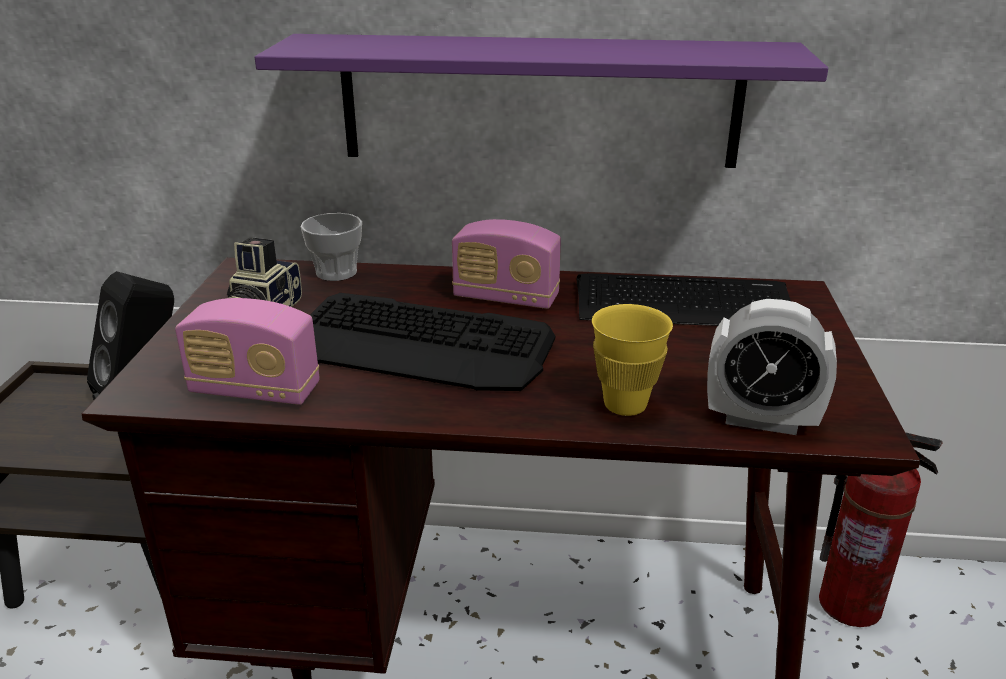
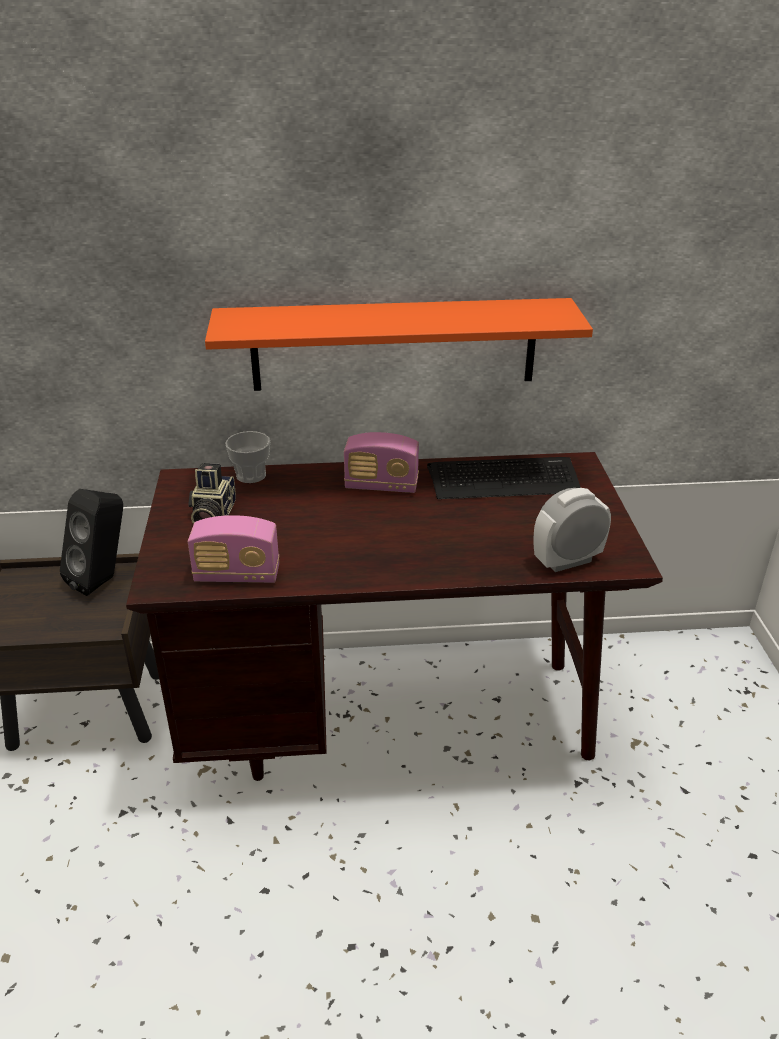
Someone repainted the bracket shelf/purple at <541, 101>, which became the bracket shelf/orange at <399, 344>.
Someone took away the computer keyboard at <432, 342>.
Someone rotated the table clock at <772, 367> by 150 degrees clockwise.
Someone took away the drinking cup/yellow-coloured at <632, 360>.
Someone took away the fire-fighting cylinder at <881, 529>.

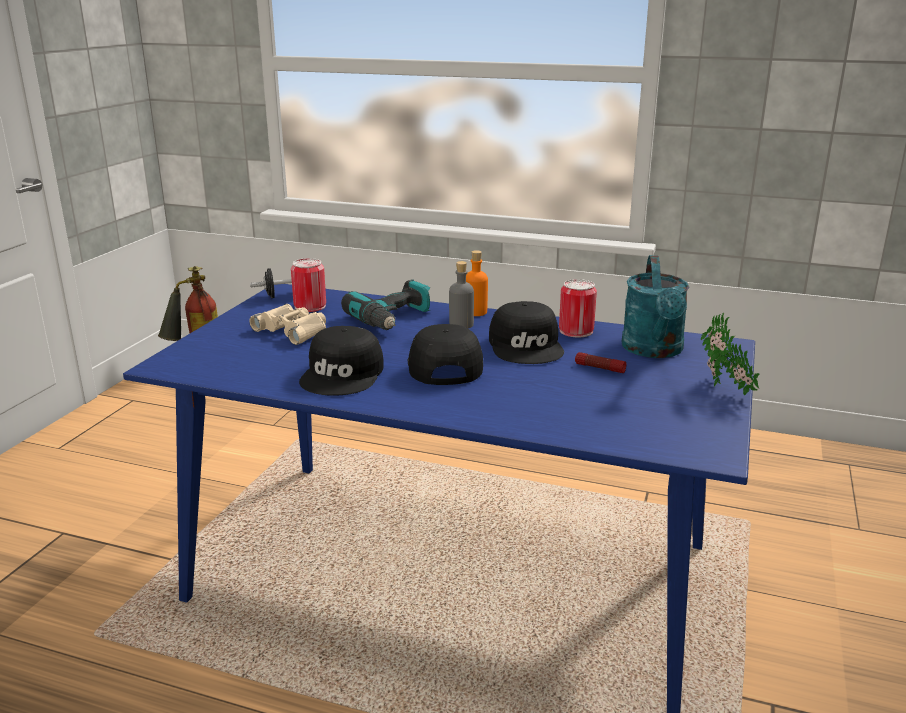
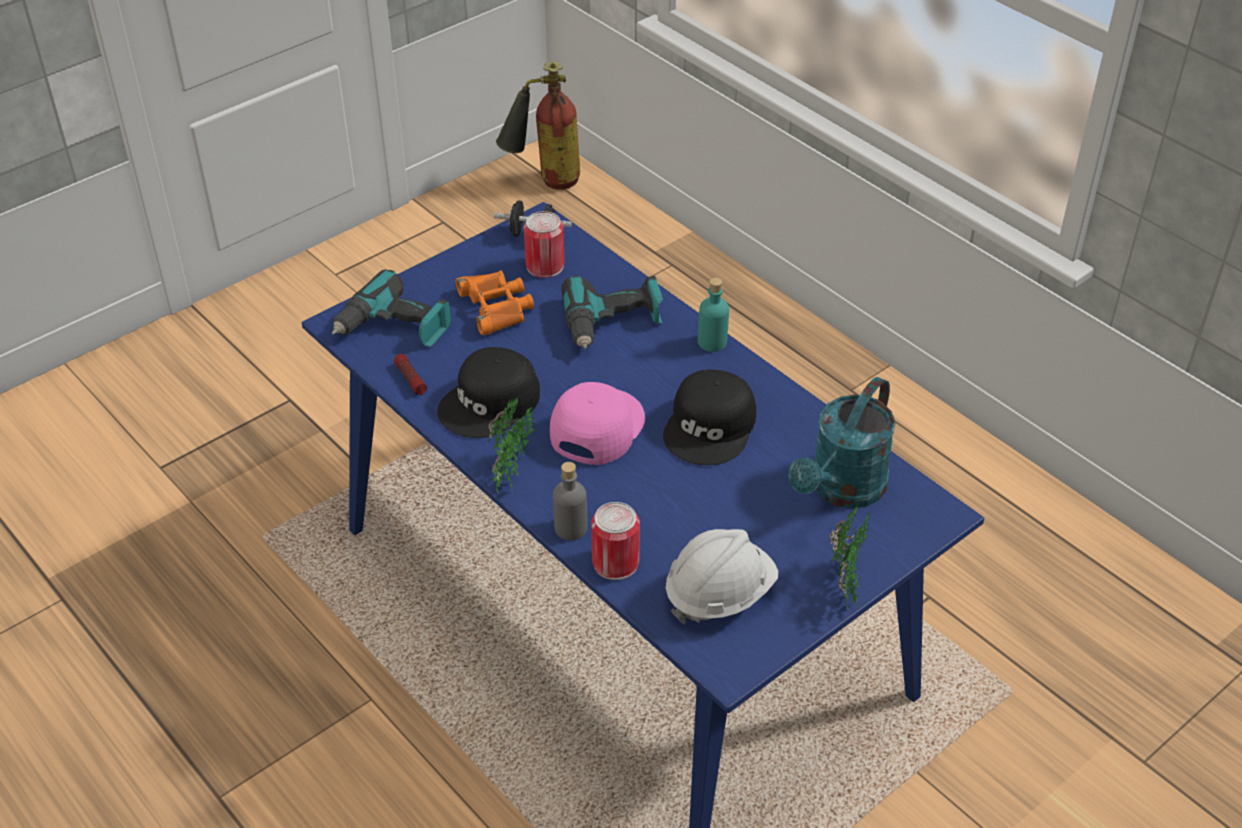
Someone repainted the beverage bottle/orange at <477, 283>, which became the beverage bottle/turquoise-coloured at <713, 315>.
Someone carried the beverage bottle/greyish from <461, 294> to <570, 501>.
Someone carried the can from <578, 308> to <615, 541>.
Someone repainted the binoculars/sand-coloured at <287, 324>, which became the binoculars/orange at <495, 303>.
Someone repainted the peaked cap/black-coloured at <445, 354>, which became the peaked cap/pink-coloured at <597, 423>.
Someone carried the torch from <600, 362> to <410, 374>.
Someone put down the drill at <391, 308>.
Someone put down the plant in a pot at <511, 445>.
Someone put down the safety helmet/white-coloured at <722, 577>.

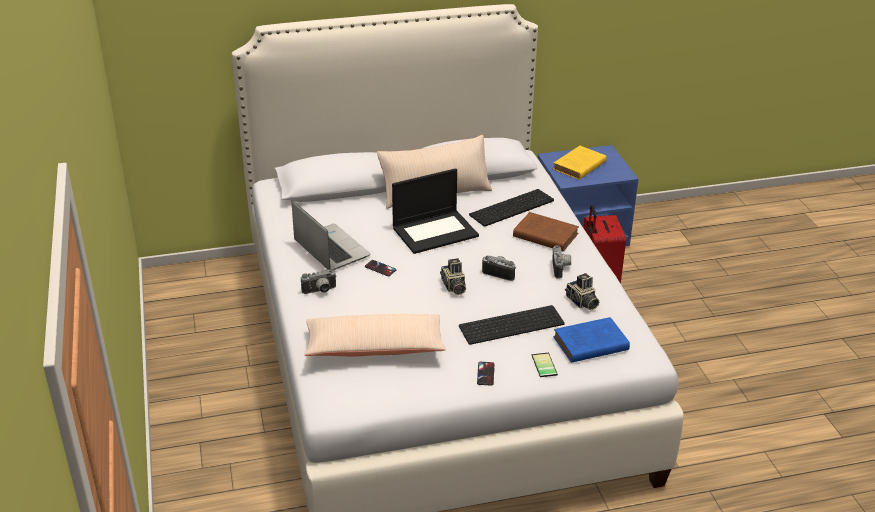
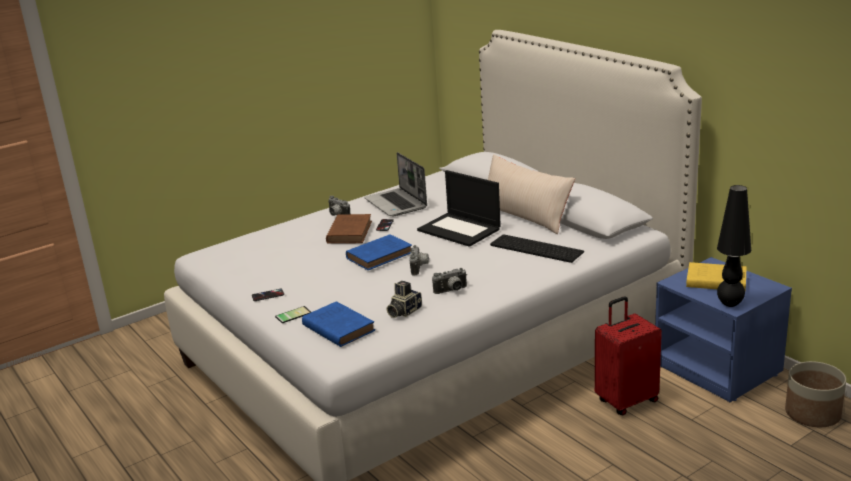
Someone rotated the portable computer at <330, 235> by 120 degrees clockwise.
Someone carried the volume/brown from <546, 232> to <349, 229>.
Someone swapped the photo camera at <453, 276> for the volume/blue at <379, 252>.
Someone took away the computer keyboard at <512, 325>.
Someone took away the pillow/sand-coloured at <375, 335>.
Someone put down the table lamp/black-coloured at <734, 246>.
Someone put down the planter at <815, 394>.

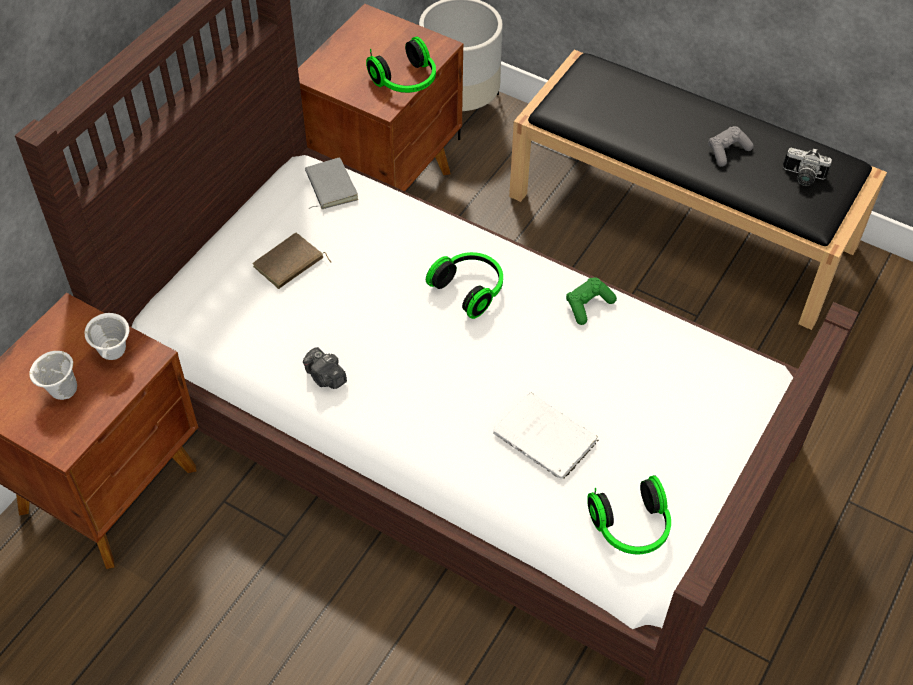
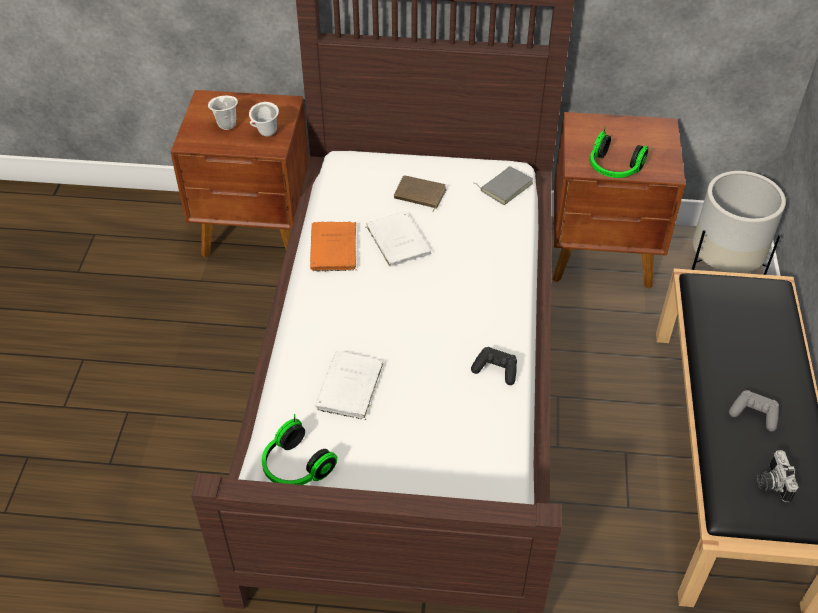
Someone took away the headset at <464, 285>.
Someone repainted the joypad/green-coloured at <591, 301>, which became the joypad/black-coloured at <494, 366>.
Someone swapped the photo camera at <325, 368> for the volume/orange at <333, 246>.
Someone put down the volume/white-coloured at <398, 239>.

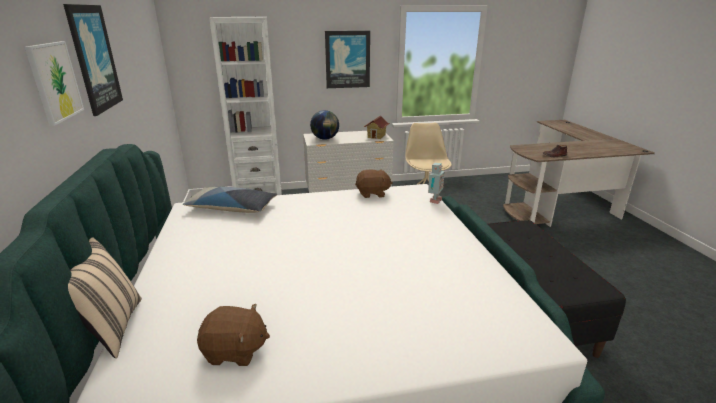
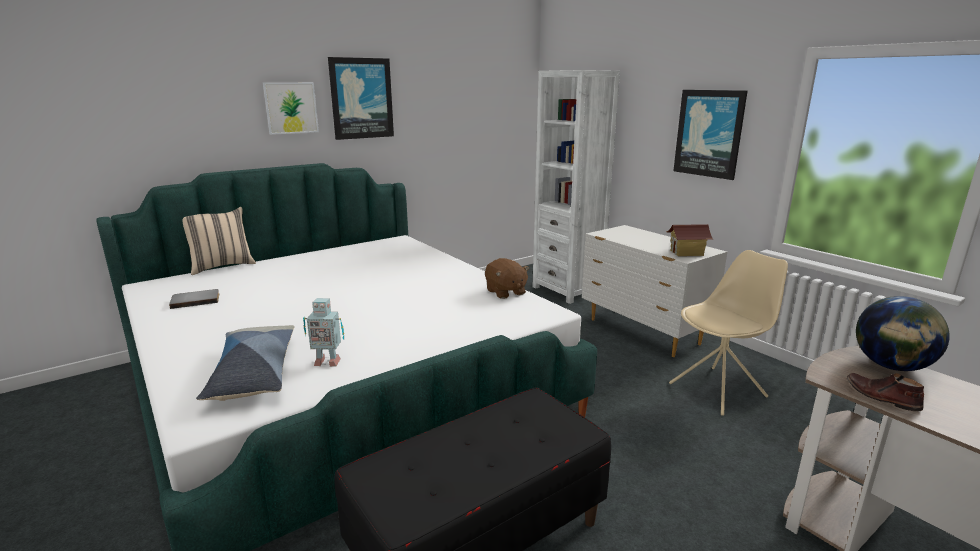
Someone carried the world globe from <324, 125> to <903, 333>.
Someone carried the toy robot from <436, 183> to <323, 332>.
Someone carried the pillow from <230, 200> to <245, 363>.
Someone swapped the plush toy/brown at <233, 335> for the volume/greyish at <194, 299>.

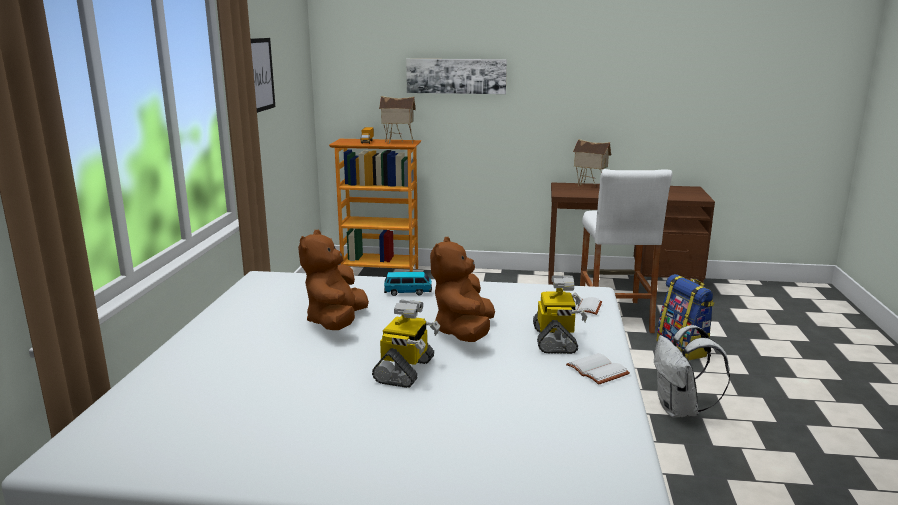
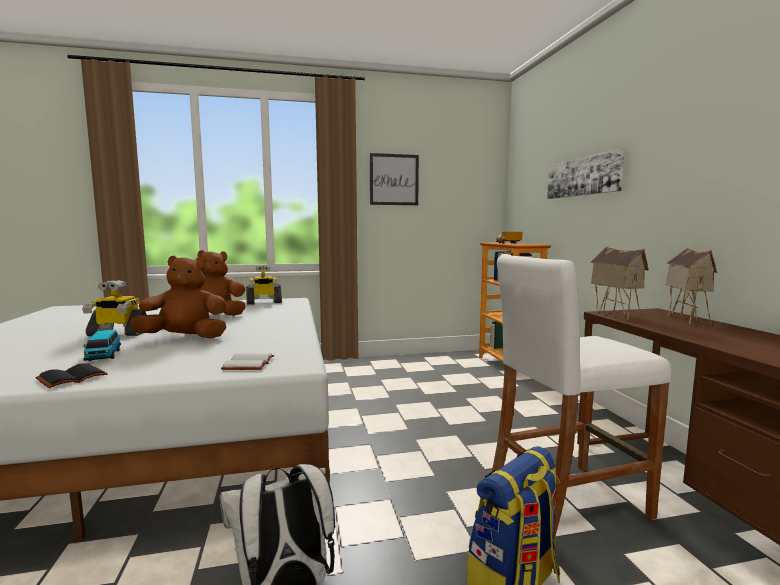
Someone carried the toy house from <397, 120> to <619, 283>.
Someone carried the toy car from <408, 284> to <102, 345>.
Someone carried the toy robot from <560, 314> to <264, 285>.
Someone repainted the volume/white-coloured at <598, 369>, which became the volume/black-coloured at <71, 375>.

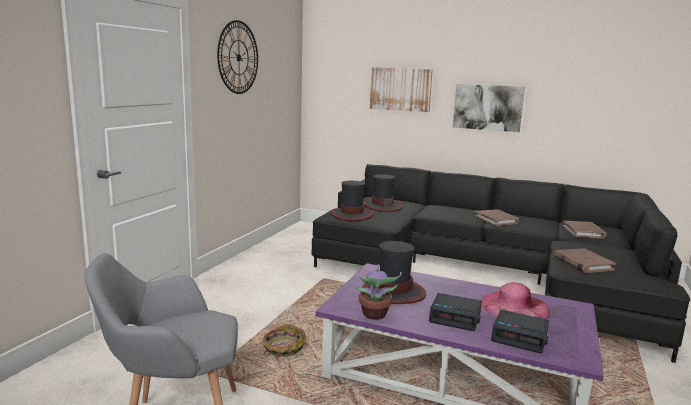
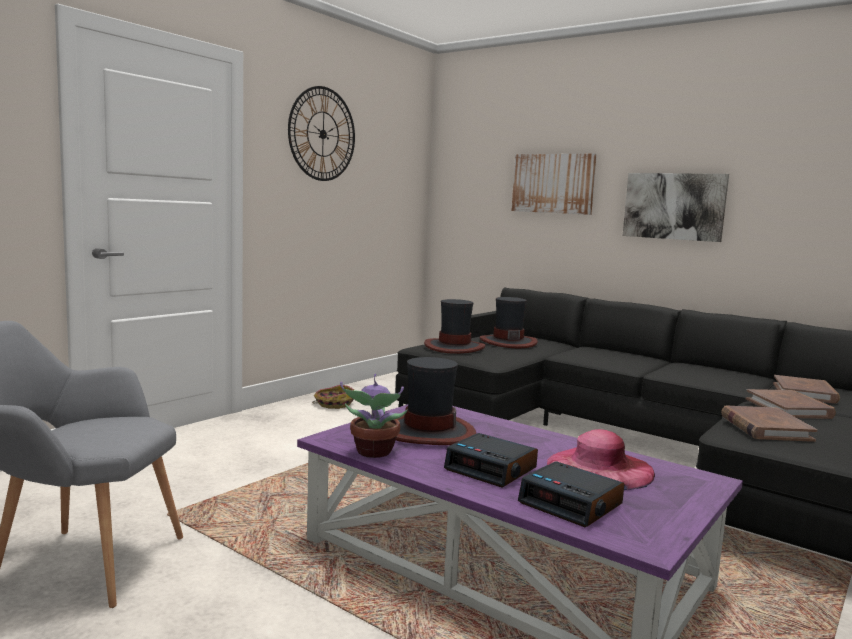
Someone carried the volume/brown from <497, 217> to <791, 404>.
Someone carried the basket from <284, 340> to <333, 397>.

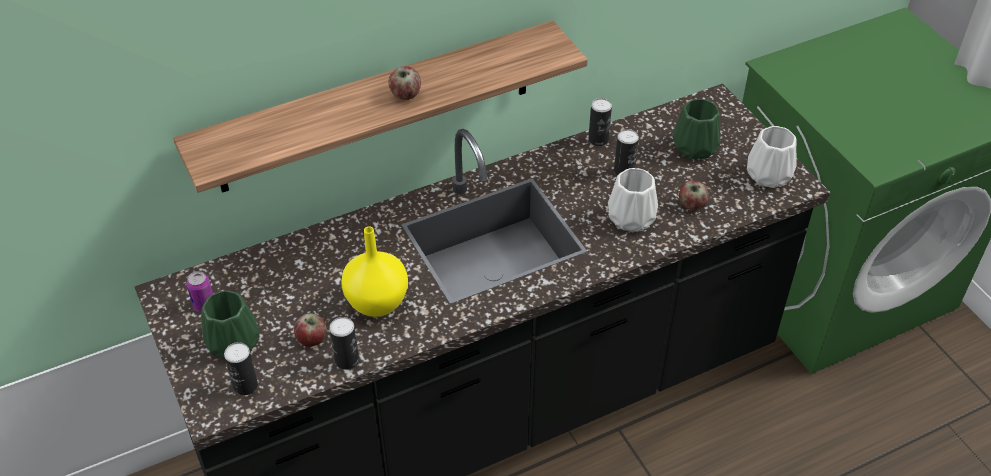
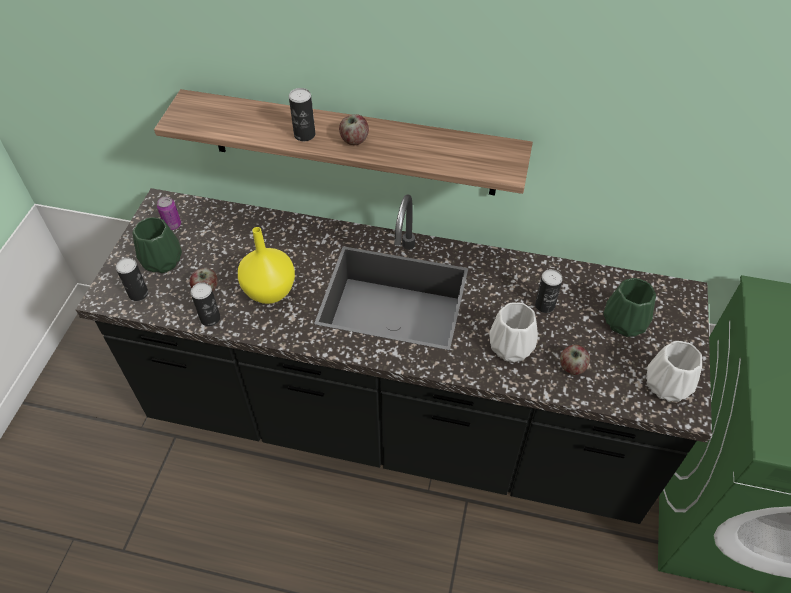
Someone carried the can from <600, 122> to <302, 114>.

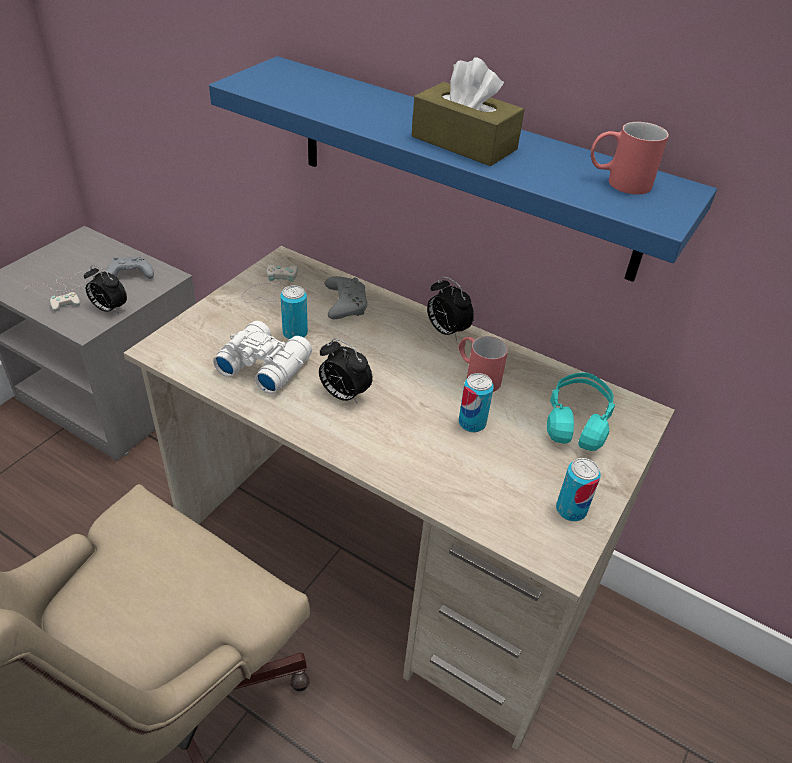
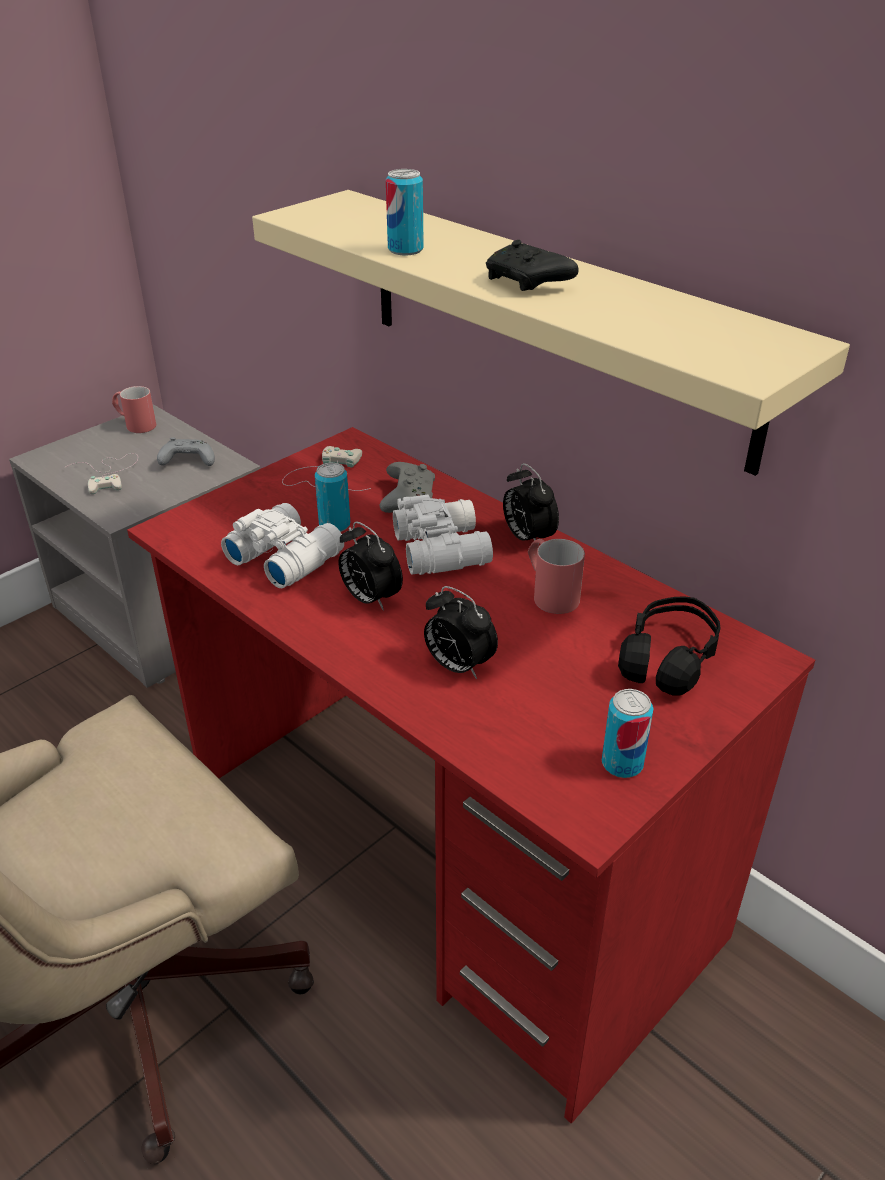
Someone repainted the bracket shelf/blue at <463, 169>, which became the bracket shelf/sand-coloured at <551, 333>.
Someone swapped the tissue box/brown at <468, 111> for the joypad/black-coloured at <532, 265>.
Someone carried the coffee mug/reddish from <630, 158> to <134, 409>.
Someone repainted the desk/sand-coloured at <399, 498>, which became the desk/reddish at <471, 775>.
Someone carried the table clock from <105, 289> to <461, 632>.
Someone repainted the headset/turquoise-coloured at <581, 411>, which became the headset/black-coloured at <669, 646>.
Someone carried the can from <476, 402> to <405, 212>.
Someone put down the binoculars/white-coloured at <443, 535>.

